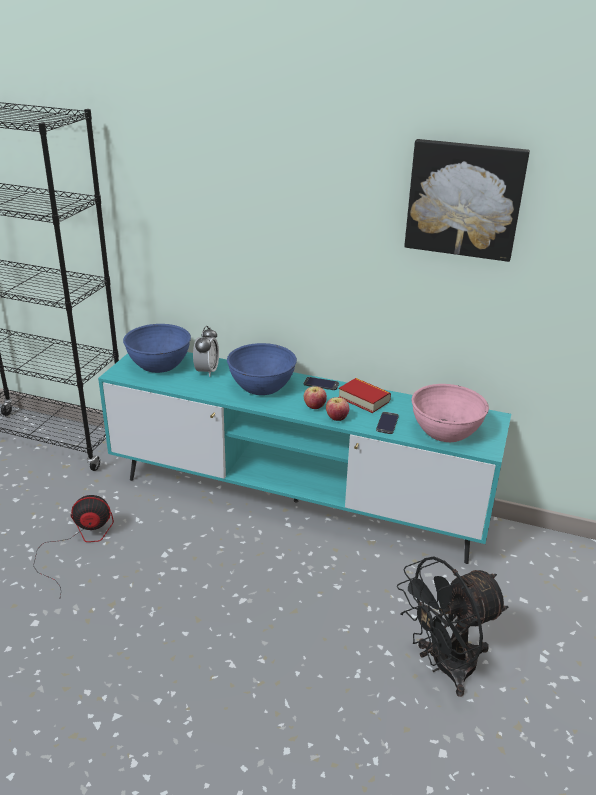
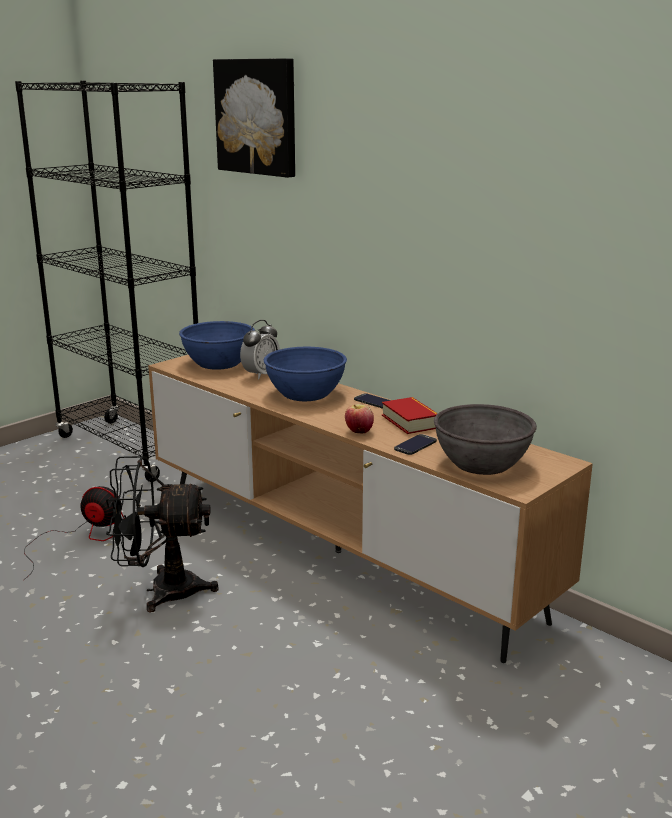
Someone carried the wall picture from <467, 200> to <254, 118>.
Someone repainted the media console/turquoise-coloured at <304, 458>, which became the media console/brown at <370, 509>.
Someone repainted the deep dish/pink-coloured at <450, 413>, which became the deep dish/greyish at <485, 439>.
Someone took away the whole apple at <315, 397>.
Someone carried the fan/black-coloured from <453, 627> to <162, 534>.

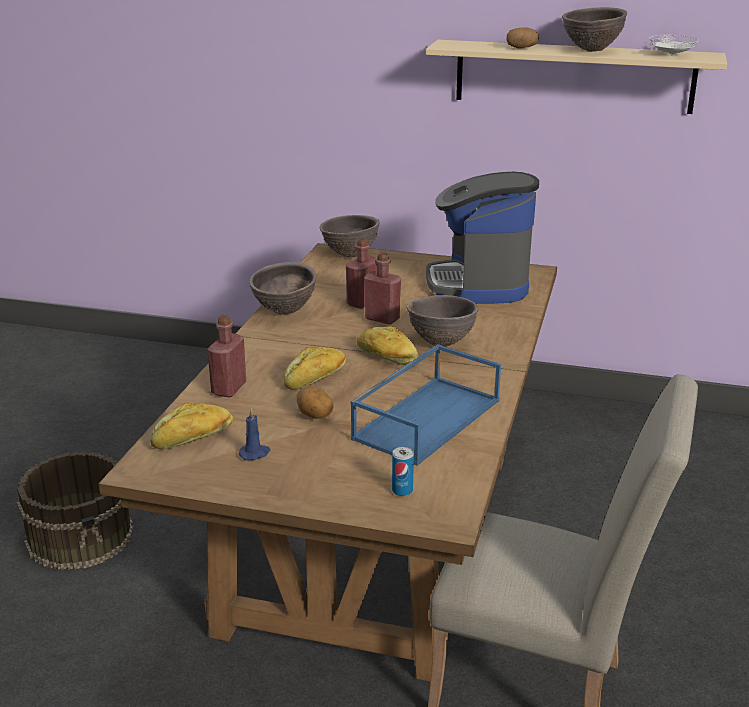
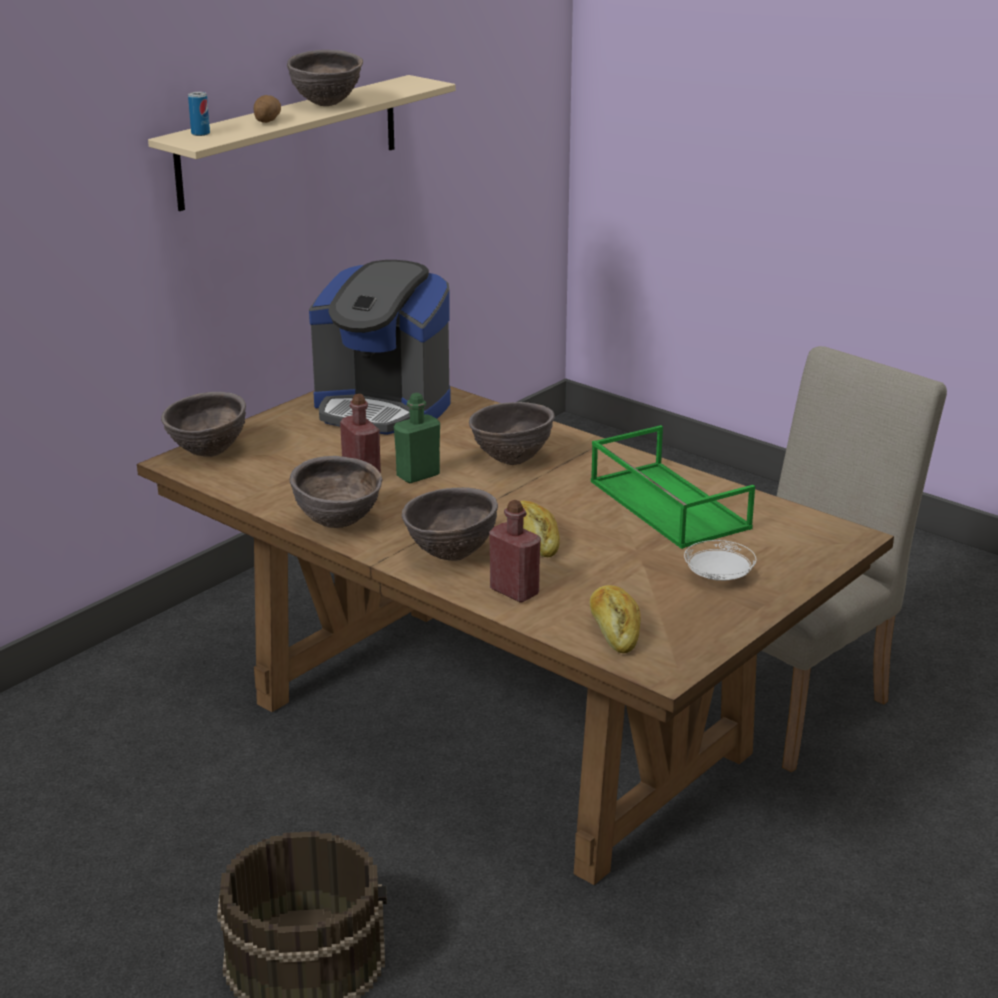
Someone carried the dinner plate/white-coloured from <674, 45> to <720, 560>.
Someone repainted the beverage bottle/reddish at <382, 288>, which became the beverage bottle/green-coloured at <417, 438>.
Someone took away the bakery bread at <387, 345>.
Someone repainted the serving tray/blue at <425, 405>, which became the serving tray/green-coloured at <673, 487>.
Someone took away the whole potato at <315, 402>.
Someone took away the wax candle/blue at <254, 434>.
Someone carried the can from <403, 471> to <199, 114>.
Someone put down the deep dish/brown at <449, 524>.

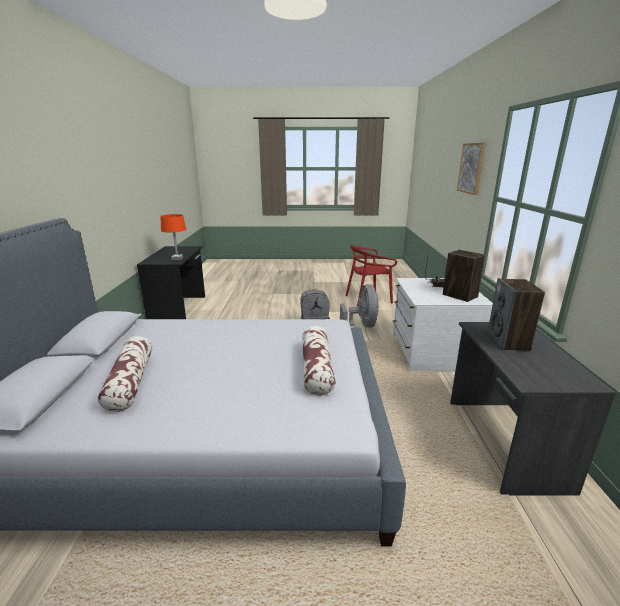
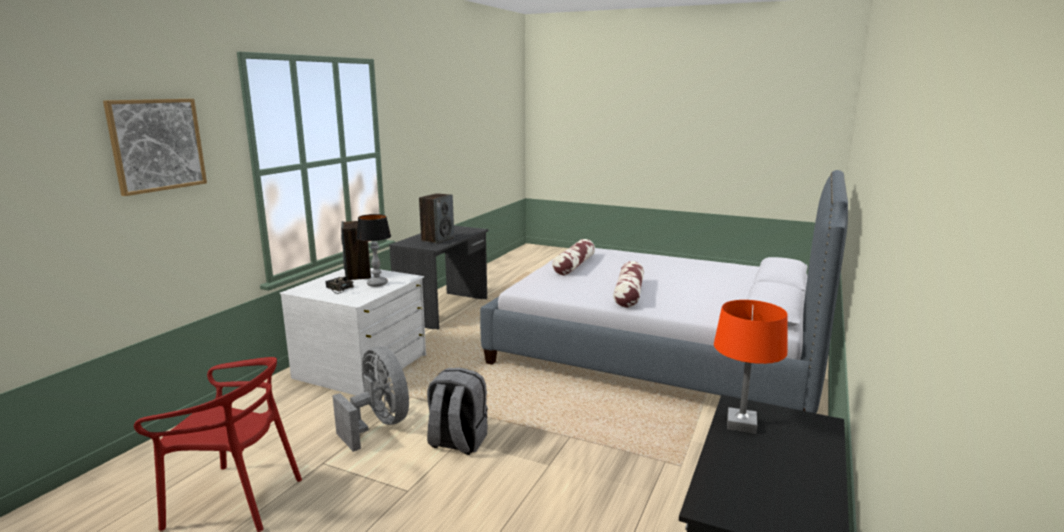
Someone rotated the fan/greyish at <359, 306> by 120 degrees clockwise.
Someone carried the pillow from <125, 374> to <628, 284>.
Someone put down the table lamp at <373, 250>.

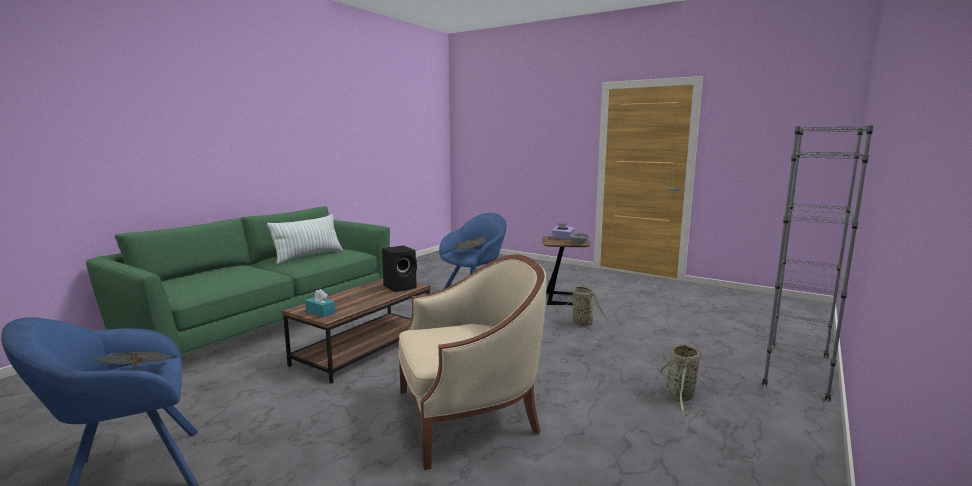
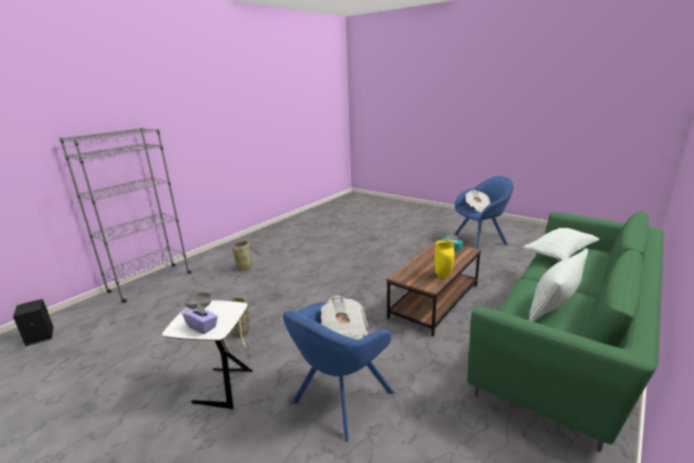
Someone repainted the accent table/brown at <566, 270>, which became the accent table/white-coloured at <207, 354>.
Someone carried the loudspeaker/black-coloured from <399, 268> to <33, 322>.
Someone took away the easy chair/sand-coloured at <472, 362>.
Someone put down the pillow at <561, 244>.
Someone put down the flower vase/yellow-coloured at <444, 259>.

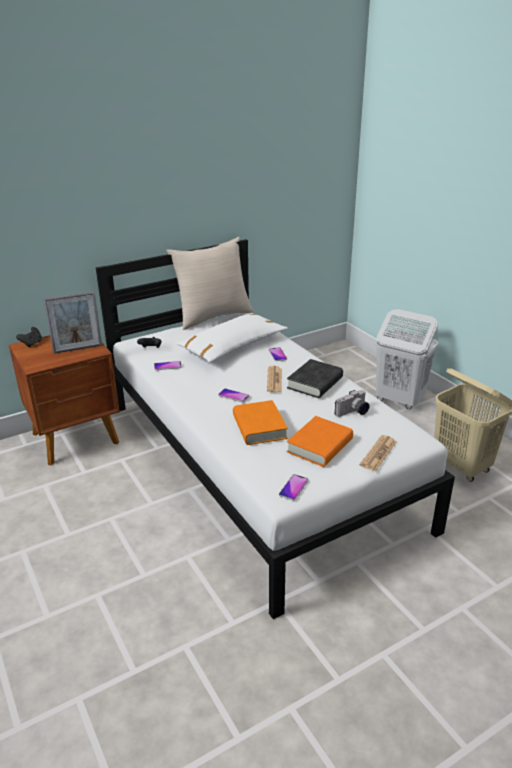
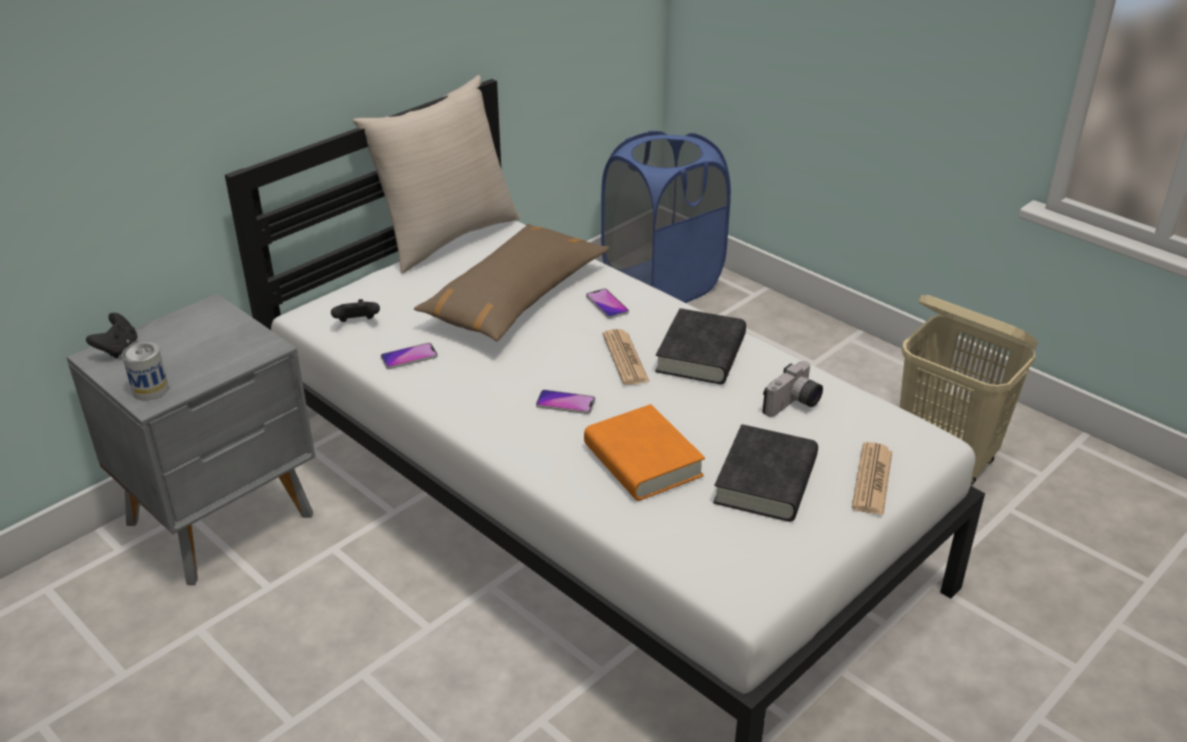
Someone took away the picture frame at <72, 322>.
Someone took away the hamper/white-coloured at <407, 359>.
Someone repainted the pillow/white-coloured at <232, 338>, which became the pillow/brown at <512, 283>.
Someone repainted the night table/brown at <64, 400>, which became the night table/greyish at <191, 439>.
Someone repainted the volume/orange at <320, 441>, which became the volume/black-coloured at <765, 473>.
Someone took away the phone at <294, 487>.
Someone put down the hamper/blue at <666, 216>.
Someone put down the can at <145, 371>.

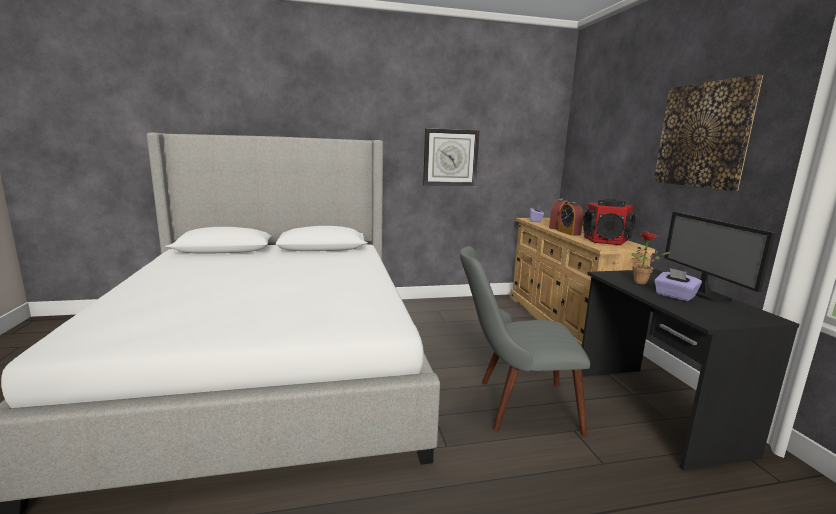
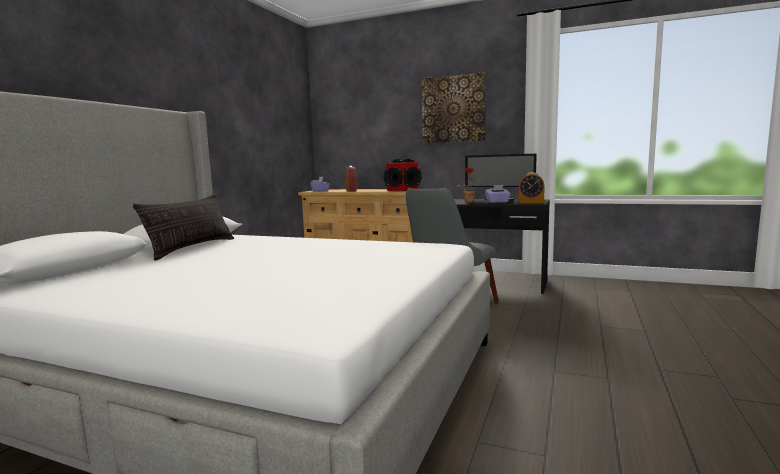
Someone took away the clock on the wall at <451, 157>.
Someone carried the table clock from <570, 219> to <532, 187>.
Someone put down the pillow at <183, 227>.

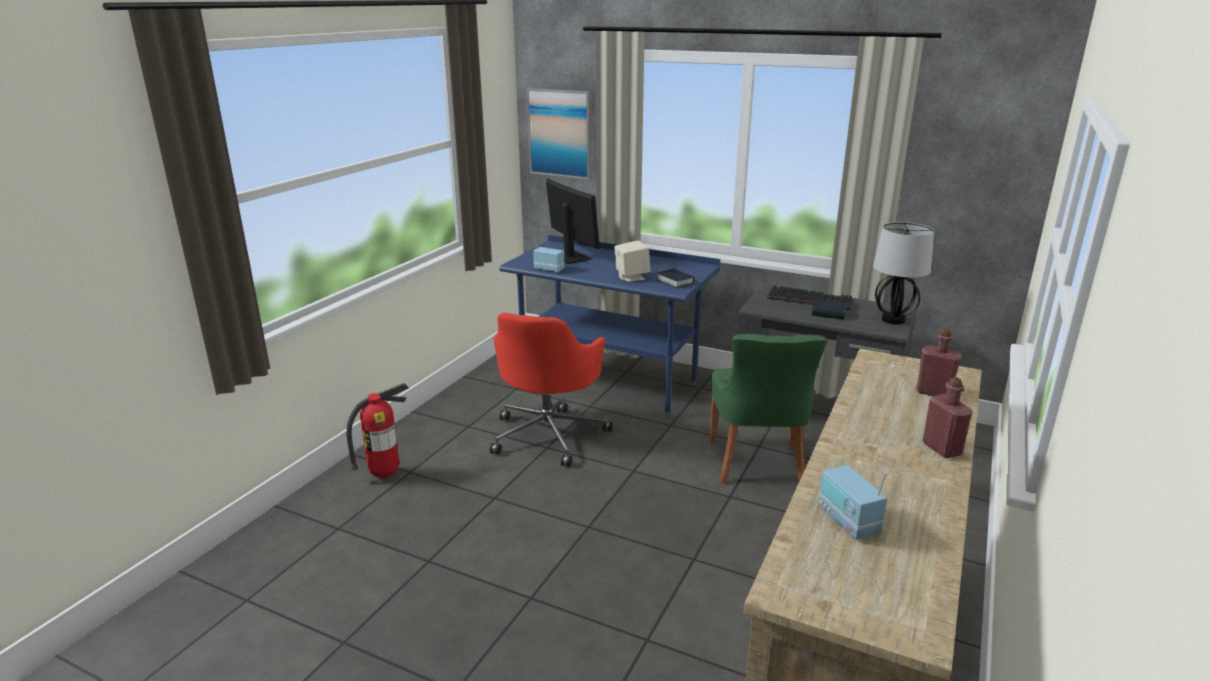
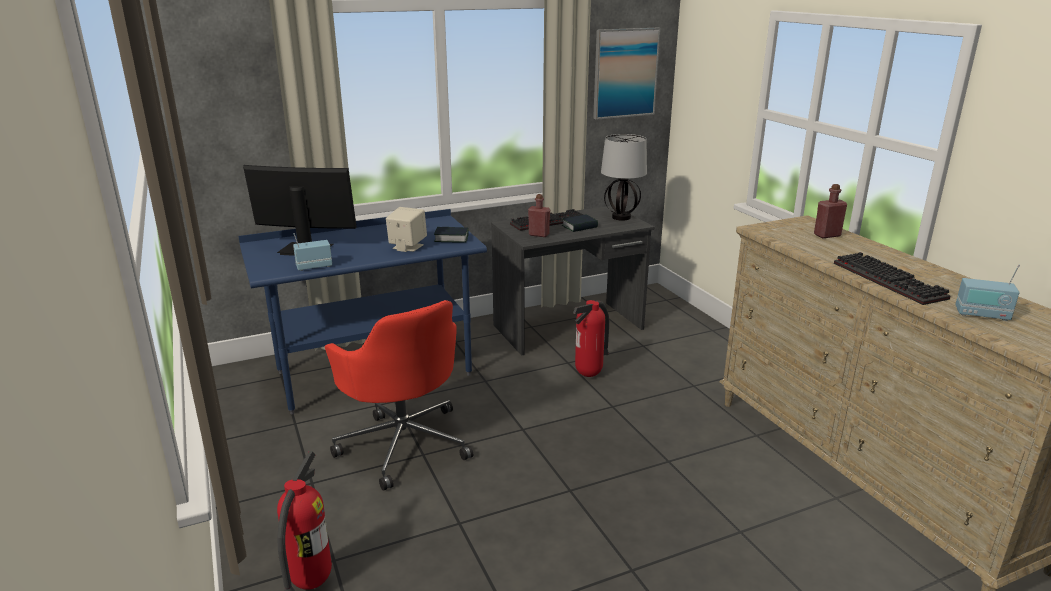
Someone carried the wall picture from <559, 134> to <627, 74>.
Someone swapped the chair/green-coloured at <768, 409> for the fire-fighting cylinder at <591, 338>.
Someone carried the beverage bottle/reddish from <947, 417> to <539, 215>.
Someone put down the computer keyboard at <892, 278>.

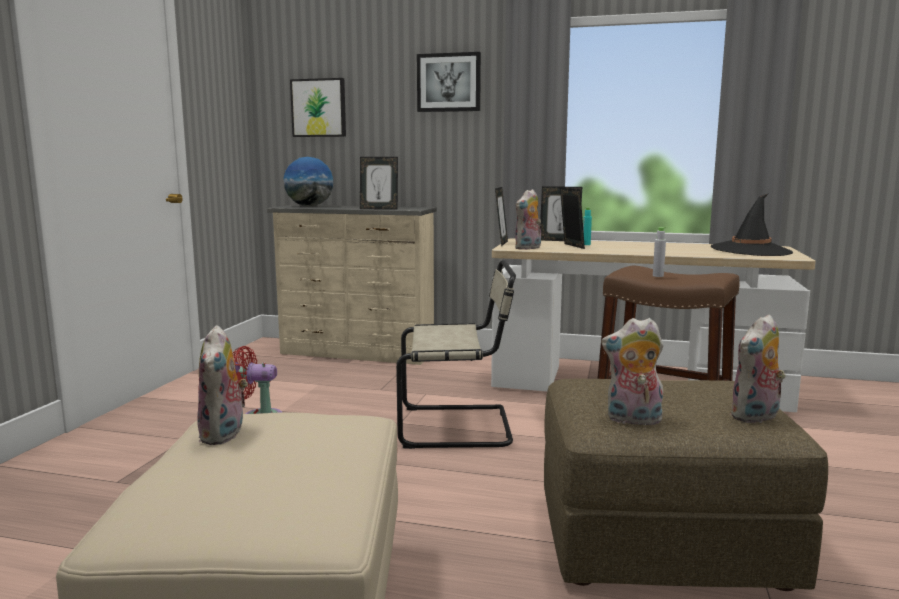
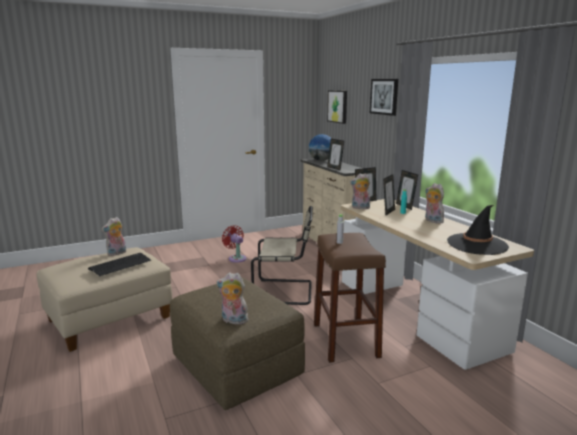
Someone rotated the chair/sand-coloured at <456, 354> by 45 degrees counterclockwise.
Someone carried the plush toy from <632, 371> to <434, 203>.
Someone put down the computer keyboard at <119, 264>.

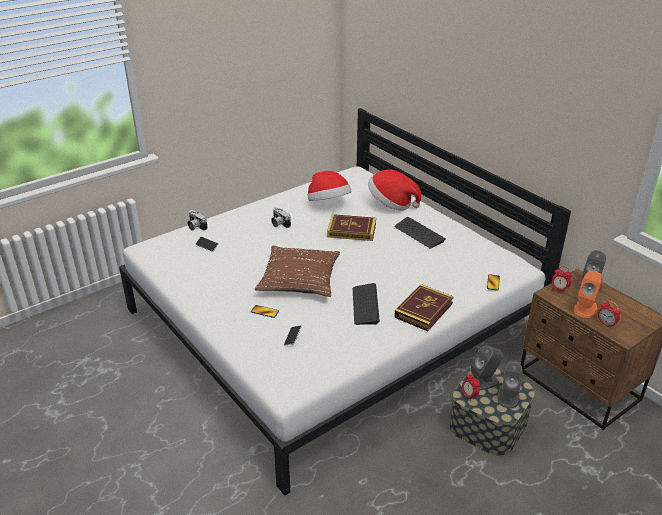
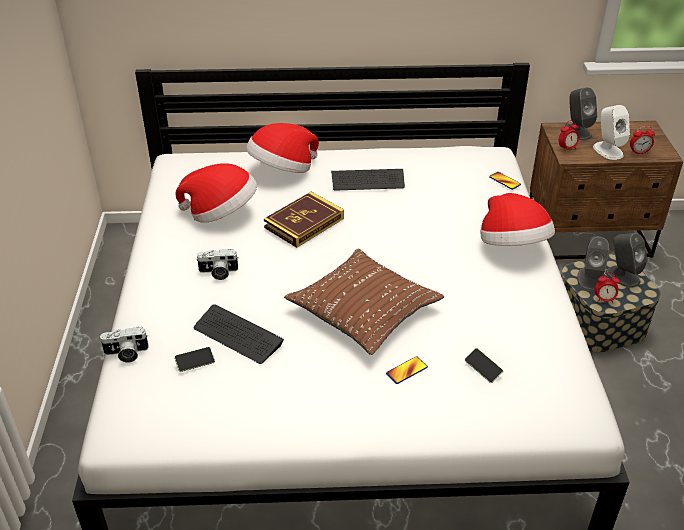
Someone repainted the loudspeaker/orange at <588, 294>, which became the loudspeaker/white-coloured at <611, 132>.
Someone carried the computer keyboard from <366, 304> to <239, 334>.
Someone swapped the volume at <423, 307> for the hat at <517, 219>.

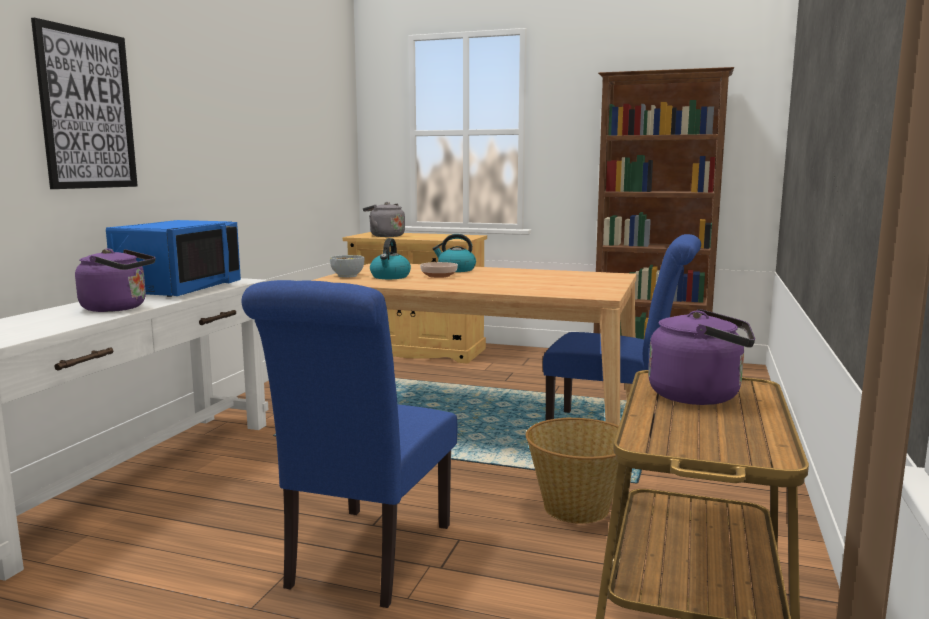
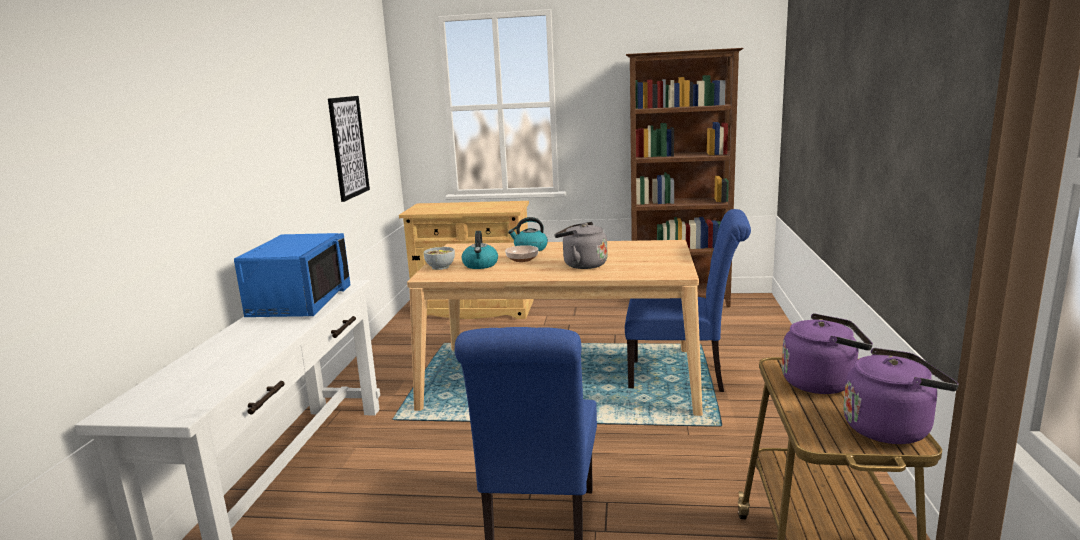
Someone carried the wall picture from <84, 103> to <349, 149>.
Someone carried the kettle/greyish from <384, 219> to <580, 245>.
Someone carried the kettle/purple from <115, 280> to <901, 396>.
Someone took away the basket at <572, 471>.

